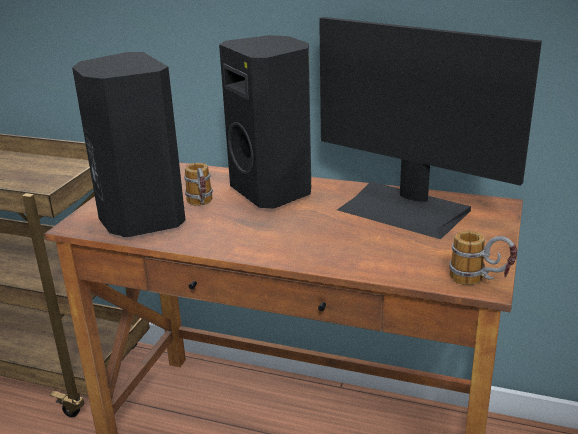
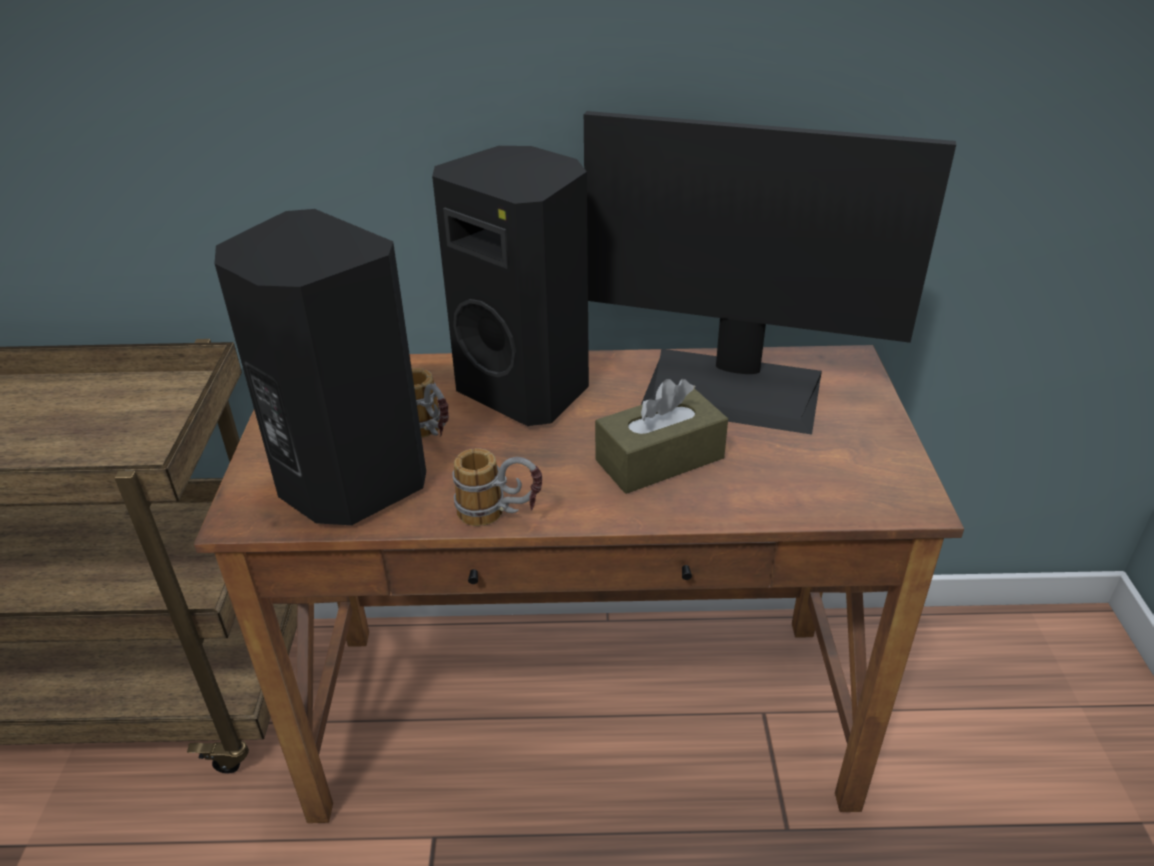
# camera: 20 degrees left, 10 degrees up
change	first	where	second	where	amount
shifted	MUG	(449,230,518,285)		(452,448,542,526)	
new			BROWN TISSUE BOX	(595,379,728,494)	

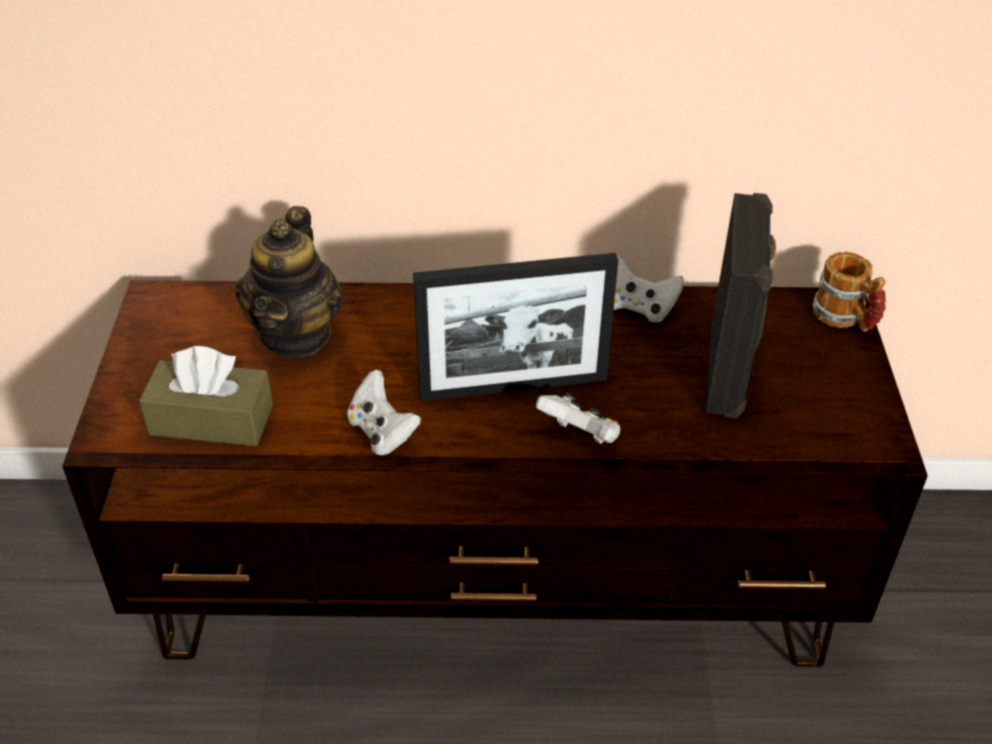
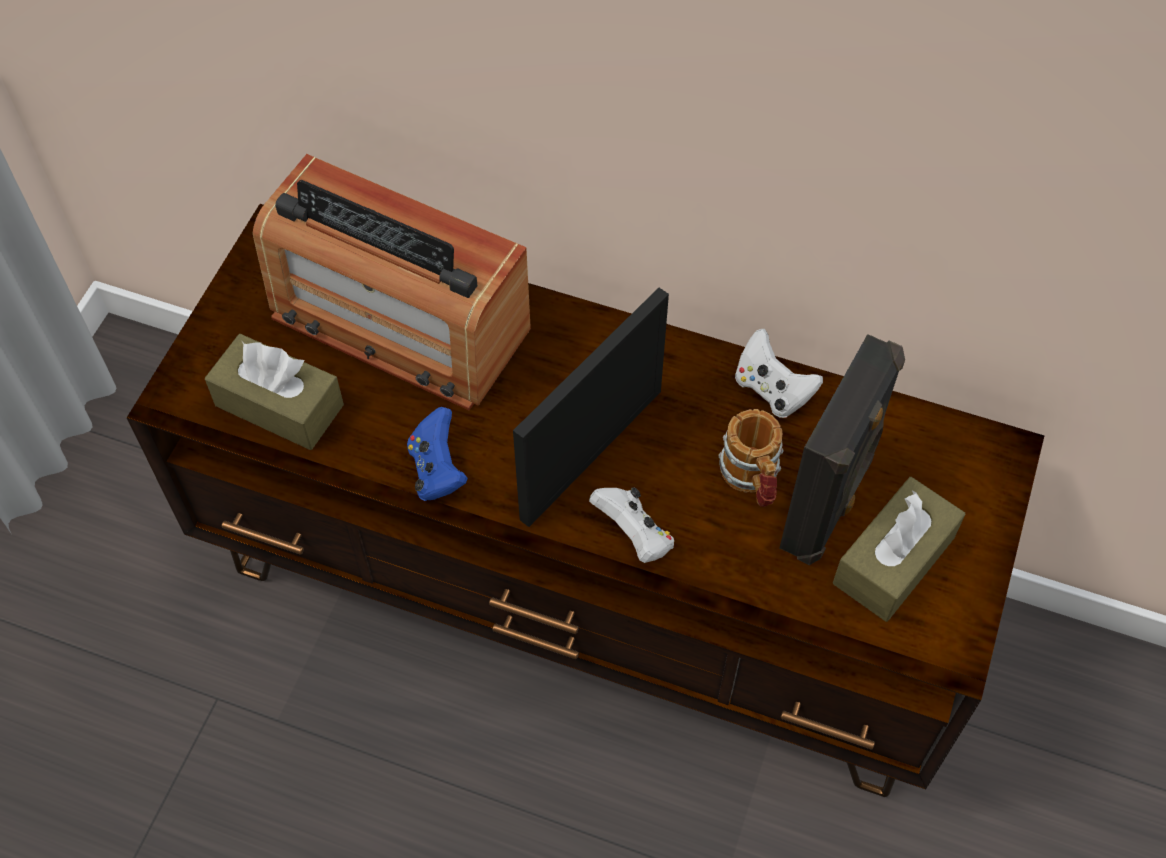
# camera: 20 degrees right, 15 degrees up
change	first	where	second	where	amount
swapped	TEAPOT	(236,206,343,357)	RADIO	(253,154,531,410)	
shifted	MUG	(813,252,886,332)		(719,409,783,507)	
rotated	PICTURE FRAME	(413,253,618,401)		(513,288,669,527)	120 degrees clockwise
repainted	WHITE GAME CONTROLLER	(347,370,421,455)	BLUE GAME CONTROLLER	(407,407,468,501)	
new			BROWN TISSUE BOX	(833,477,965,622)	

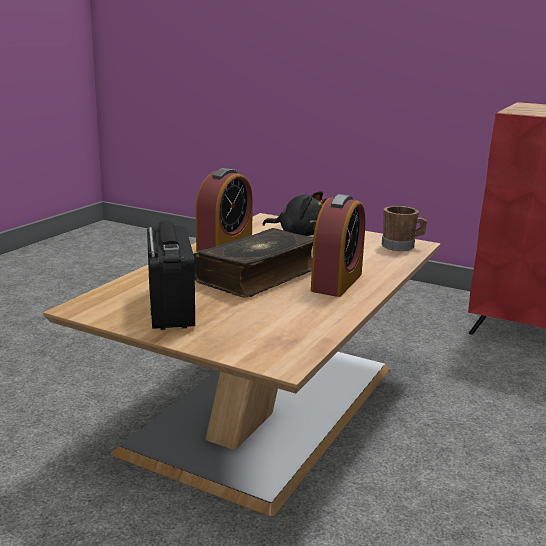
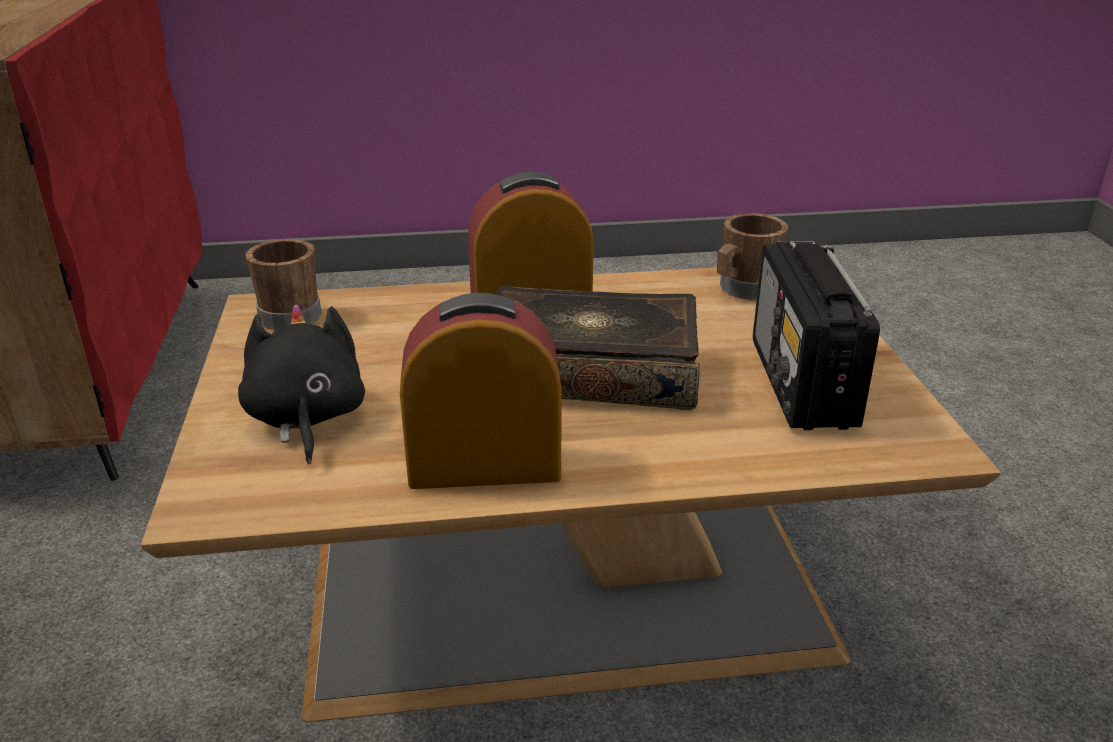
# camera: 125 degrees left, 10 degrees up
change	first	where	second	where	amount
rotated	RADIO	(147,220,195,330)		(753,241,880,430)	45 degrees counterclockwise
new			BROWN MUG	(717,213,788,300)	

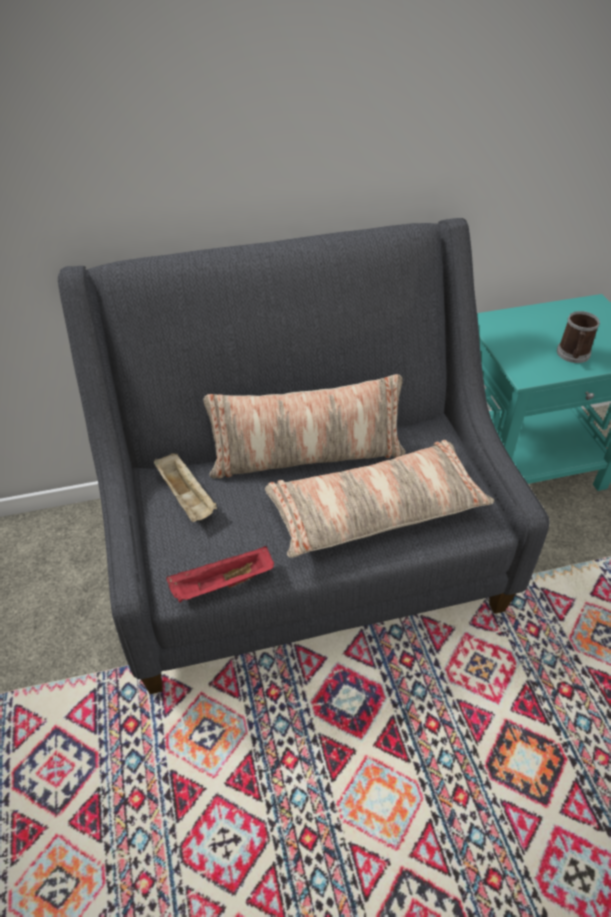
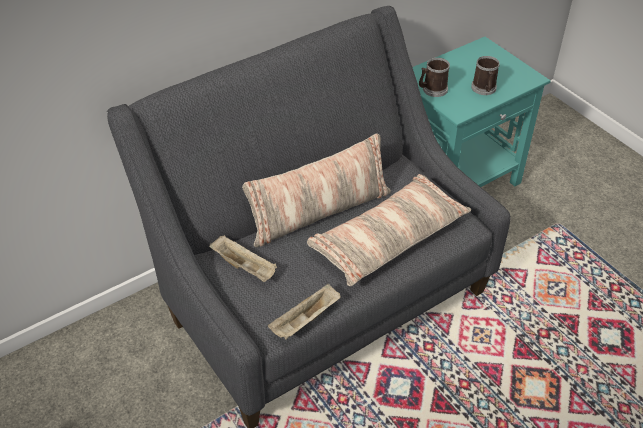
# camera: 20 degrees left, 0 degrees up
change	first	where	second	where	amount
repainted	RED TRAY	(166,546,274,603)	BEIGE TRAY	(268,284,341,340)	
new			MUG	(419,58,450,97)	

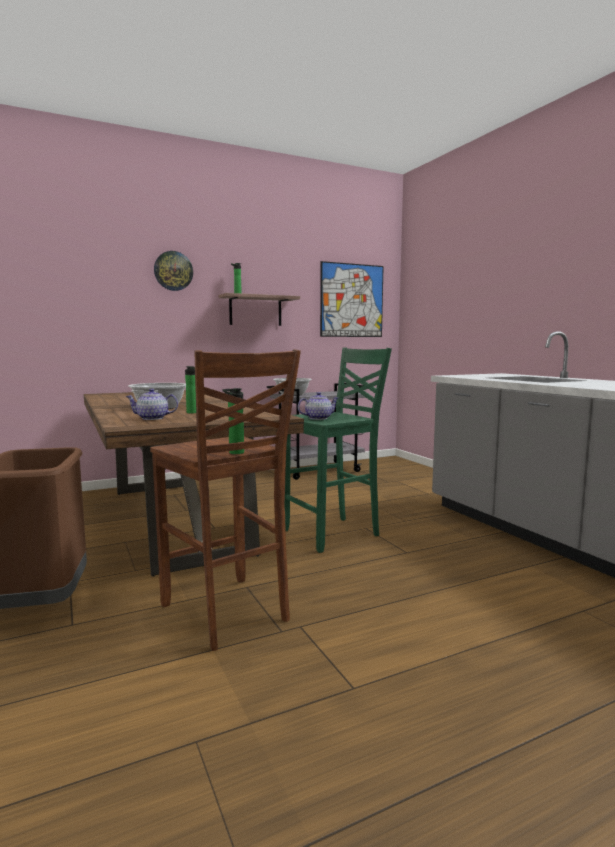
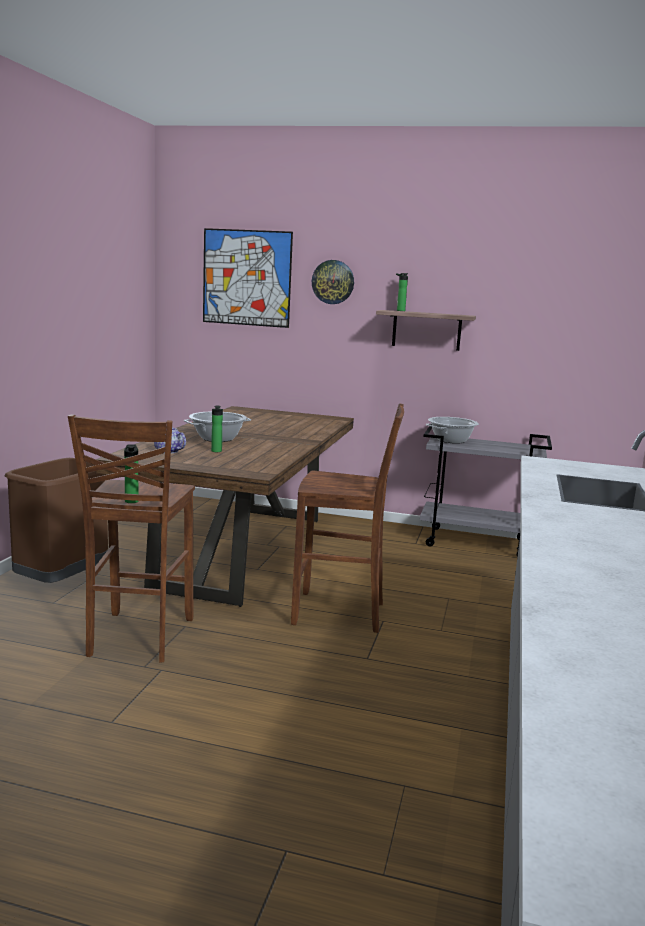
# camera: 40 degrees right, 5 degrees up
change	first	where	second	where	amount
shifted	PICTURE	(320,261,384,337)		(203,228,293,328)	
repainted	GREEN STOOL	(284,347,392,553)	BROWN STOOL	(291,403,404,633)	
gone	TEAPOT	(298,392,338,420)			

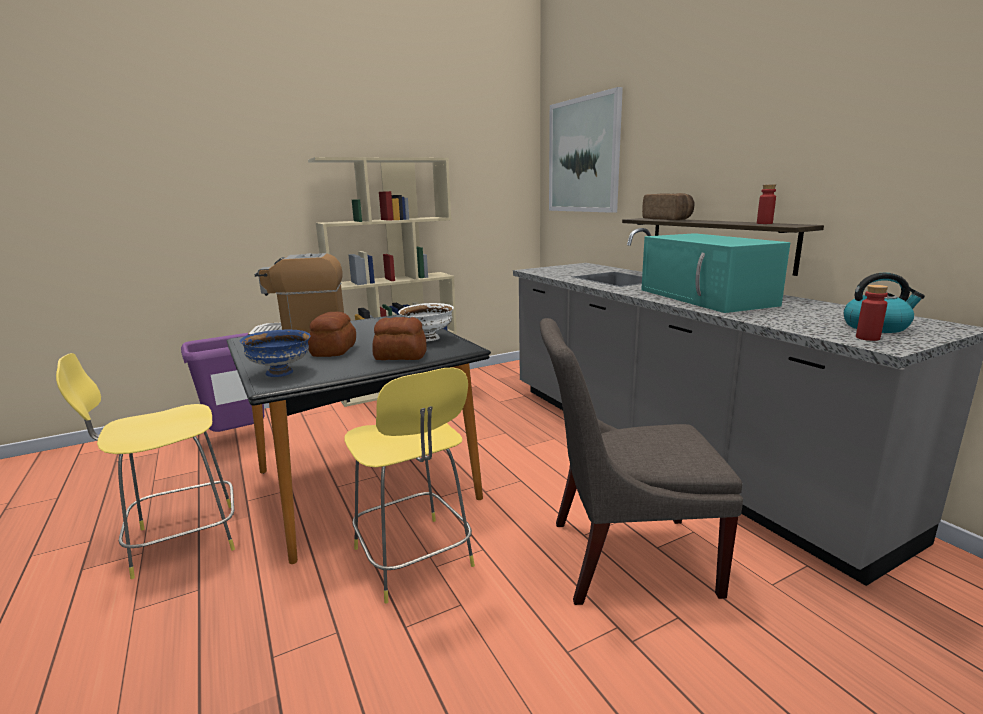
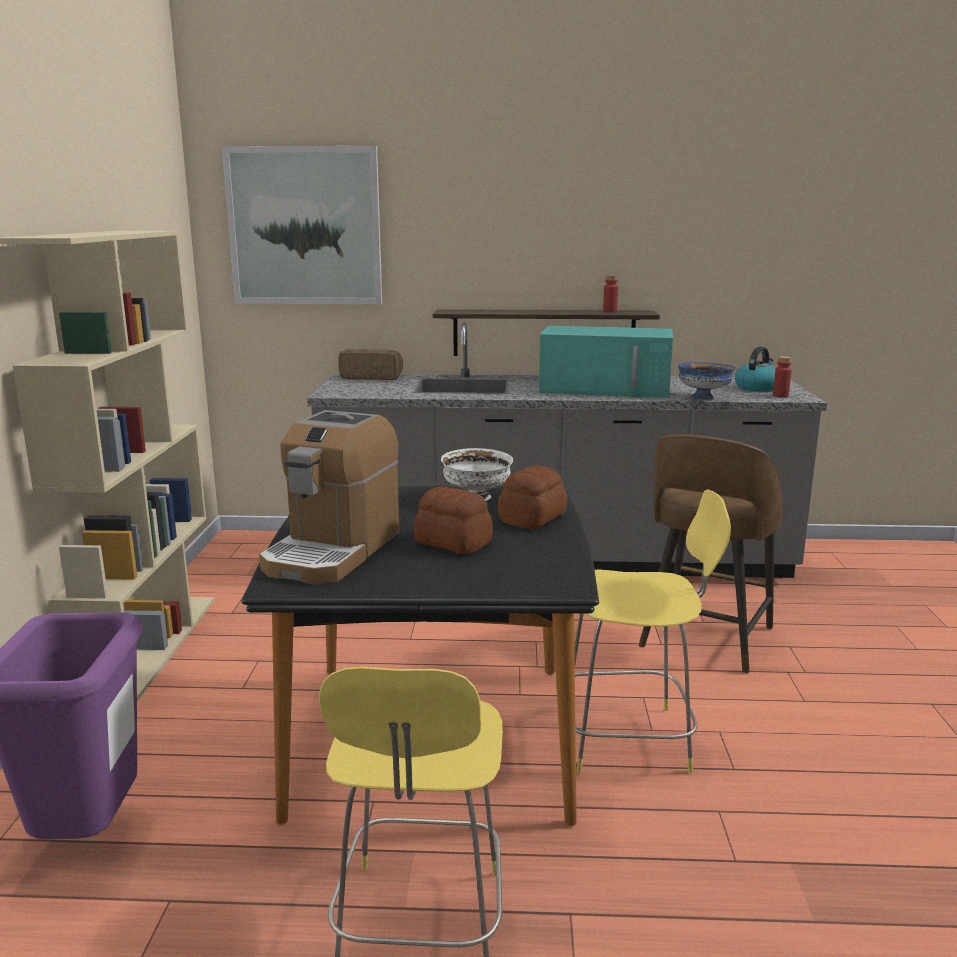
# camera: 60 degrees left, 0 degrees up
change	first	where	second	where	amount
shifted	BREAD	(642,193,695,220)		(338,349,403,380)	
swapped	GREY CHAIR	(540,318,743,605)	BROWN STOOL	(639,434,782,673)	
shifted	BLUE BOWL	(240,330,311,377)		(677,362,735,400)	

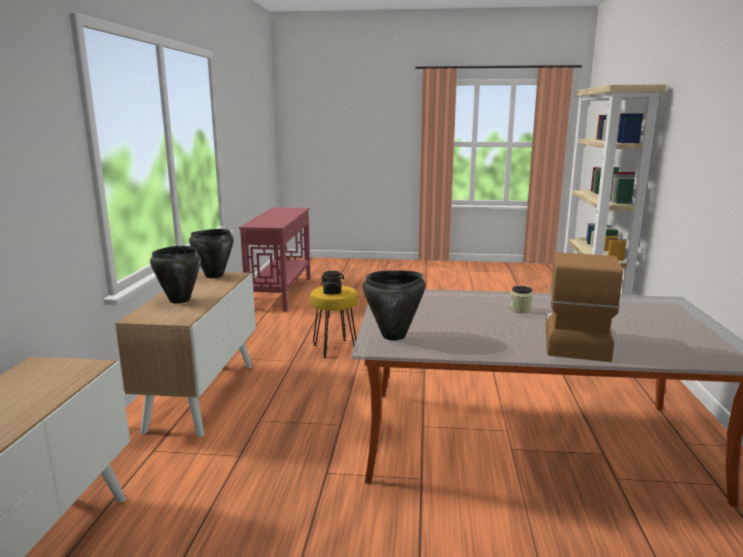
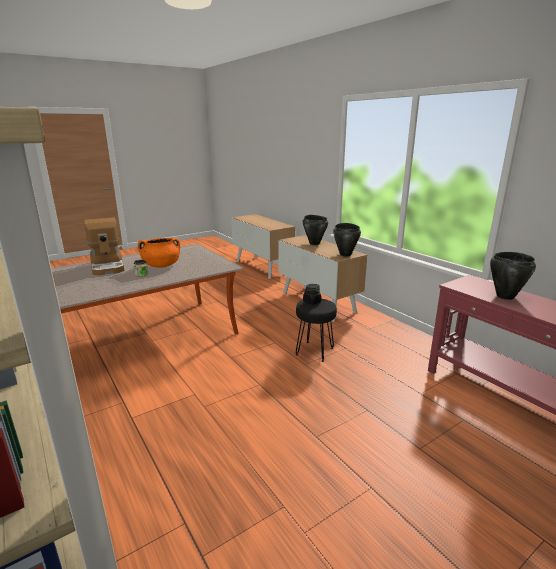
# camera: 140 degrees right, 5 degrees up
change	first	where	second	where	amount
shifted	BLACK COOKING POT	(363,270,425,341)		(490,252,536,300)	
repainted	YELLOW STOOL	(310,285,358,358)	BLACK STOOL	(296,299,337,362)	
new			ORANGE COOKING POT	(138,238,180,268)	

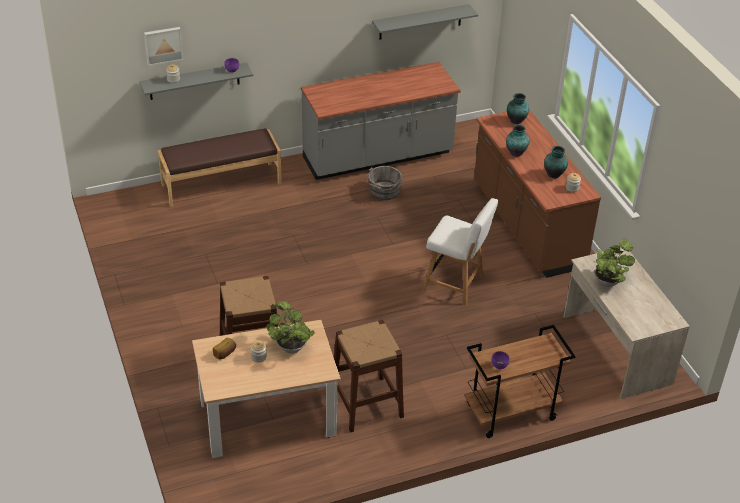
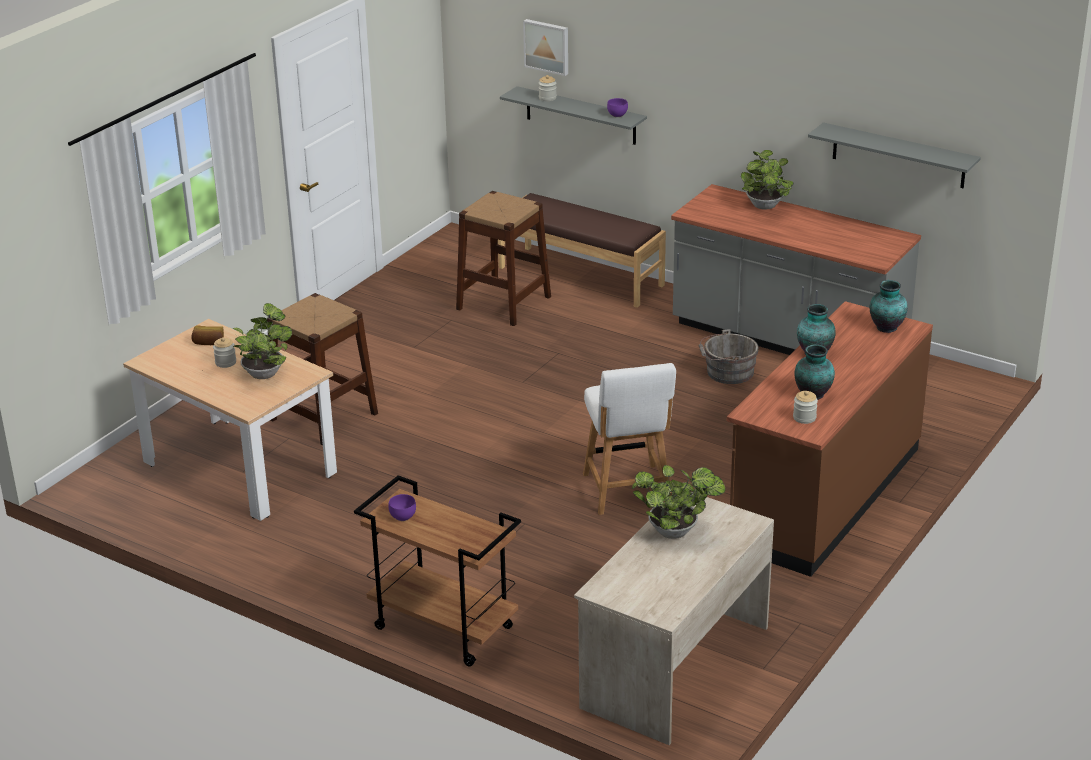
# camera: 55 degrees right, 10 degrees down
change	first	where	second	where	amount
shifted	BROWN STOOL	(334,320,404,433)		(456,191,551,326)	
new			POTTED PLANT	(741,150,794,210)	

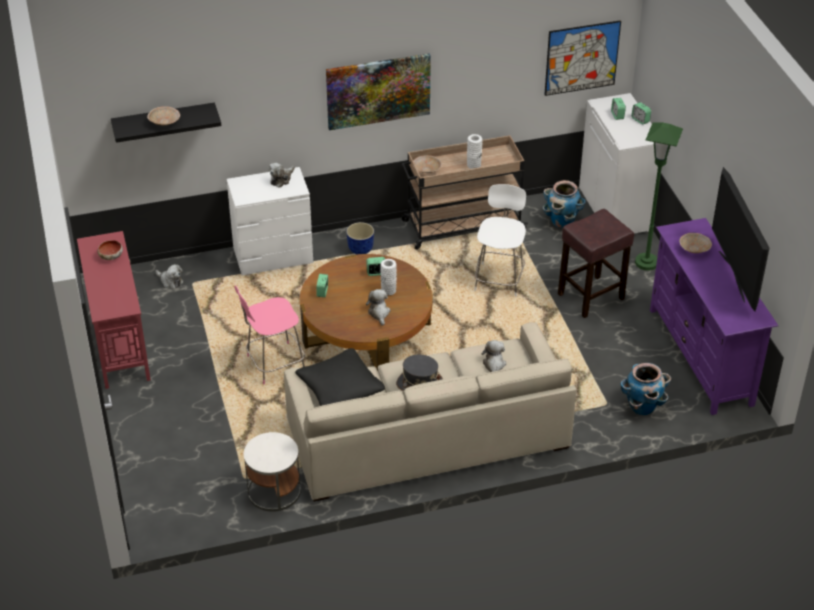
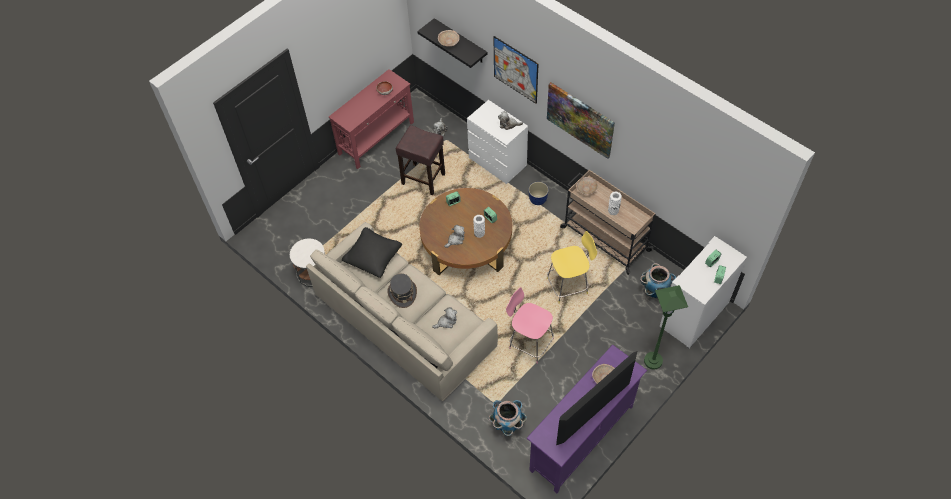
# camera: 60 degrees right, 15 degrees up
change	first	where	second	where	amount
shifted	PICTURE	(544,20,621,96)		(493,36,538,104)	
repainted	WHITE STOOL	(474,184,526,297)	YELLOW STOOL	(547,231,597,303)	
shifted	BROWN STOOL	(558,209,634,318)		(396,125,445,195)	
shifted	PINK STOOL	(234,285,305,384)		(506,287,554,364)	

